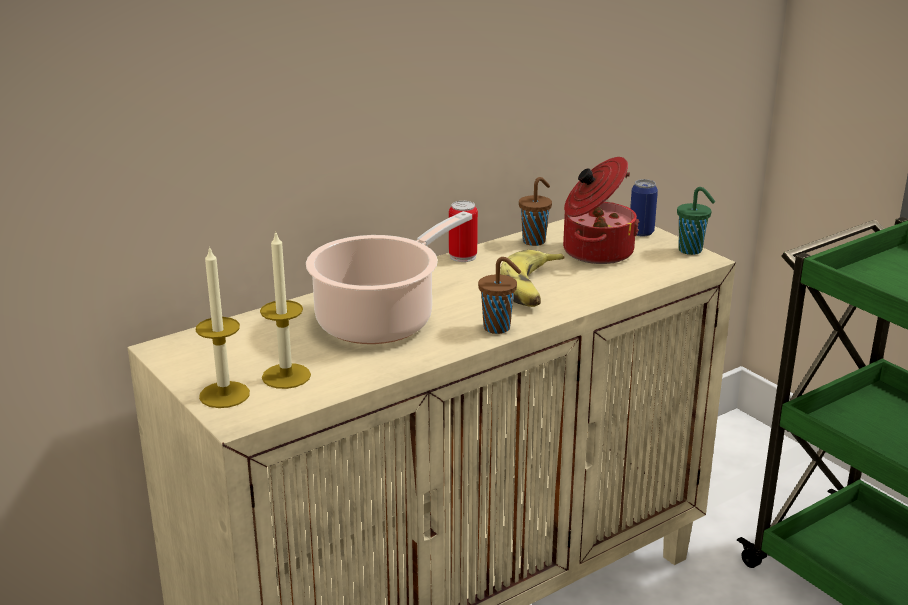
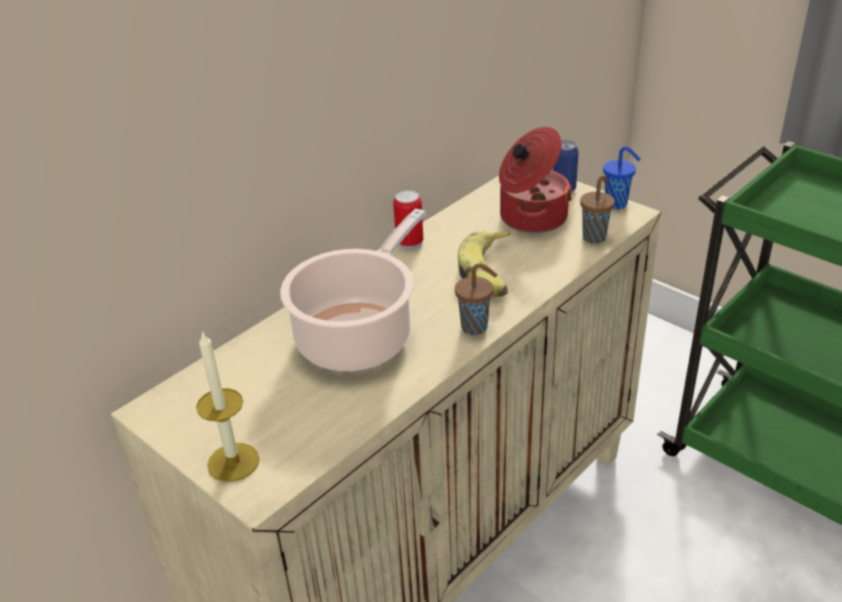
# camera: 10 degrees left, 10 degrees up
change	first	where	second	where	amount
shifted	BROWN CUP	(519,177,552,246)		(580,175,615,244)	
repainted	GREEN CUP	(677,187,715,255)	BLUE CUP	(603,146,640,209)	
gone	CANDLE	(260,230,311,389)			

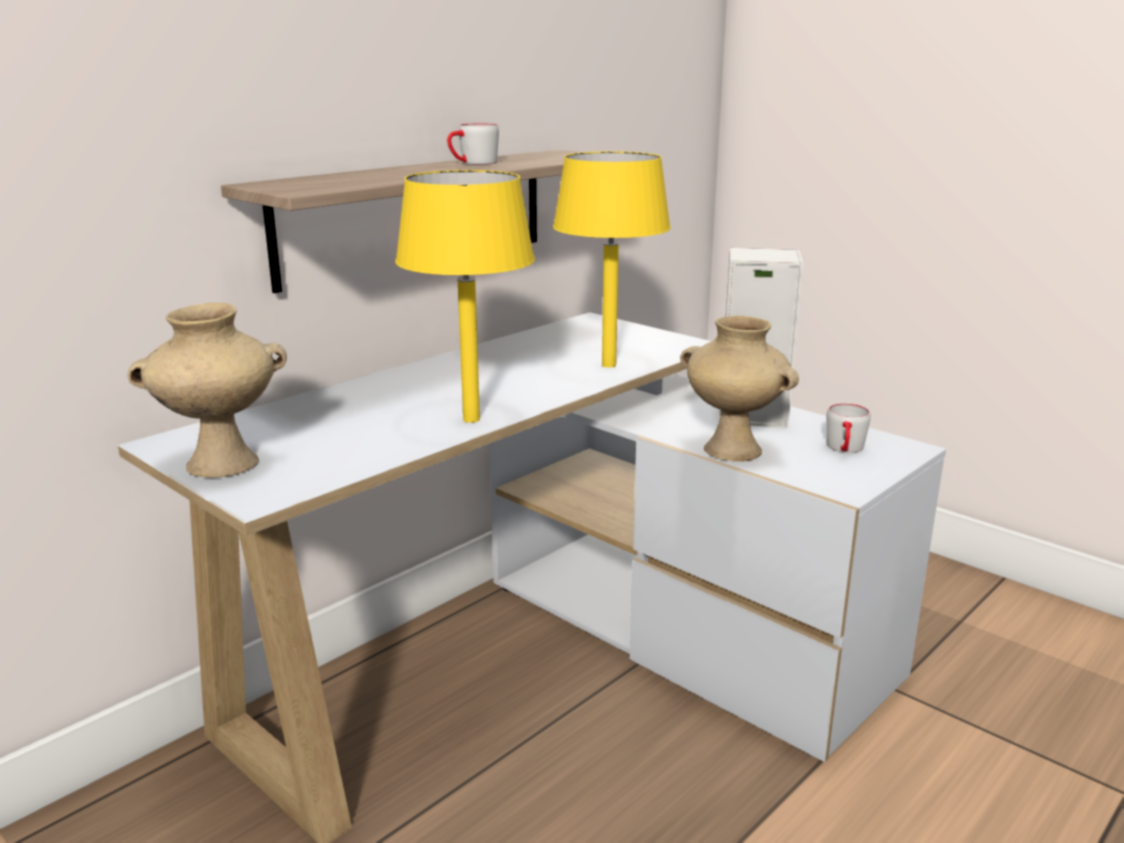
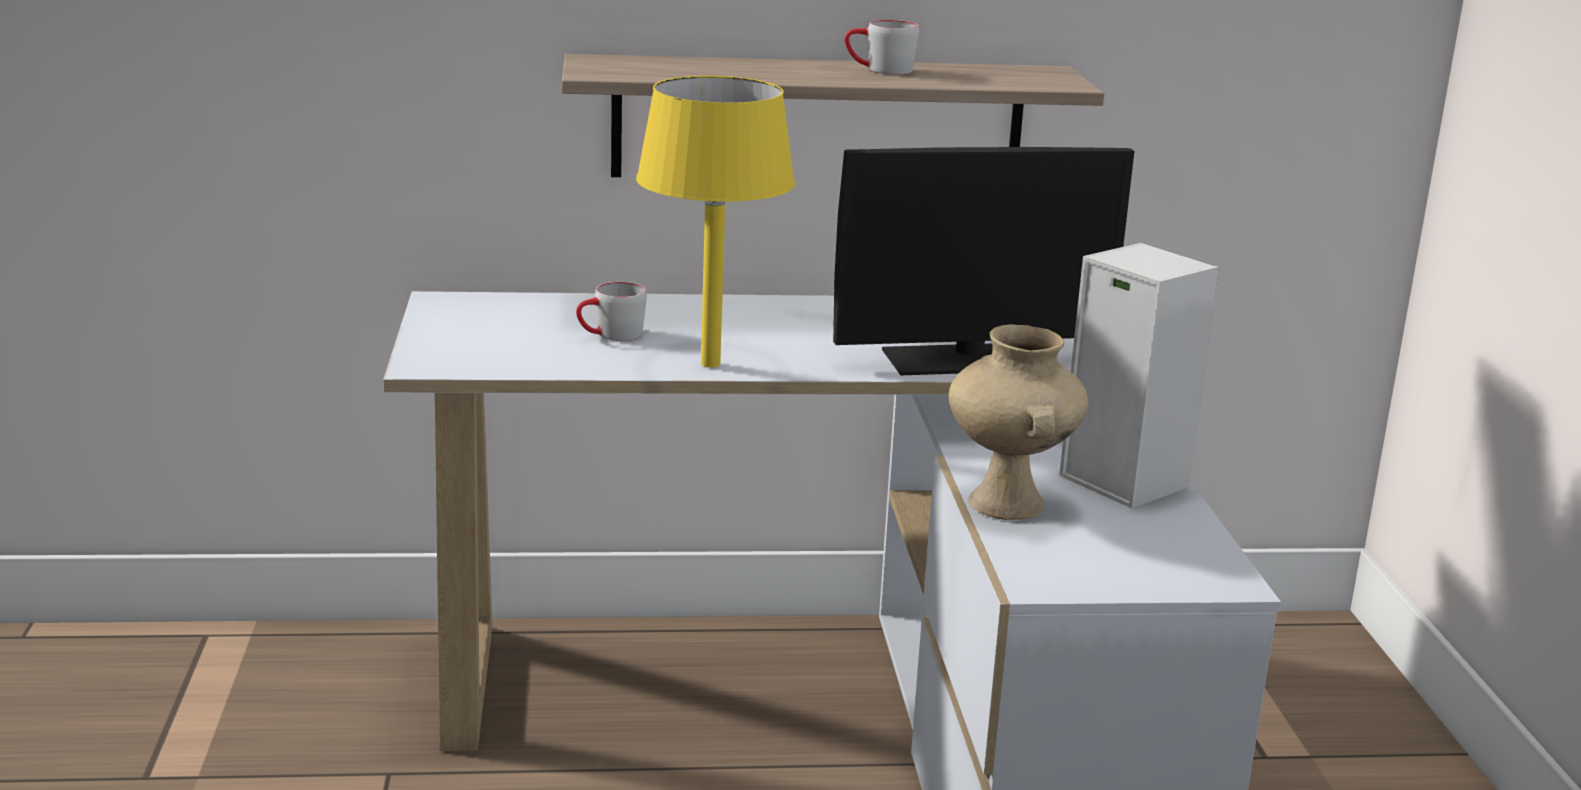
# camera: 40 degrees right, 0 degrees up
change	first	where	second	where	amount
swapped	YELLOW TABLE LAMP	(553,151,671,368)	MONITOR	(833,147,1134,375)	
gone	BEIGE VASE	(128,303,287,478)			
shifted	GREY MUG	(826,403,871,453)		(576,282,647,341)	

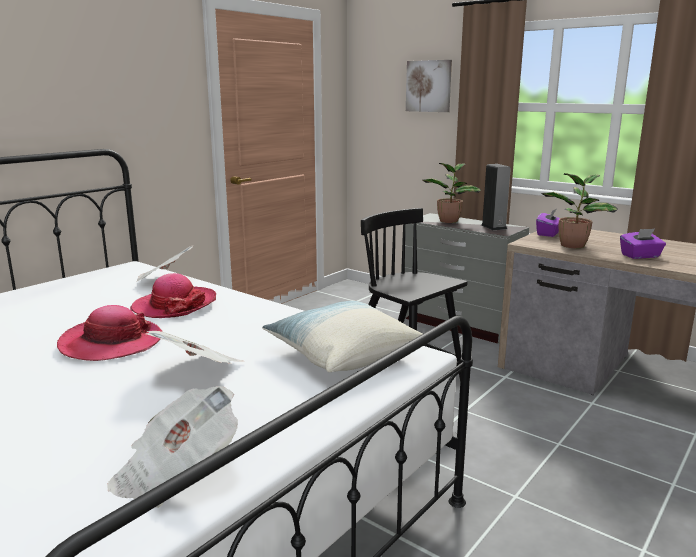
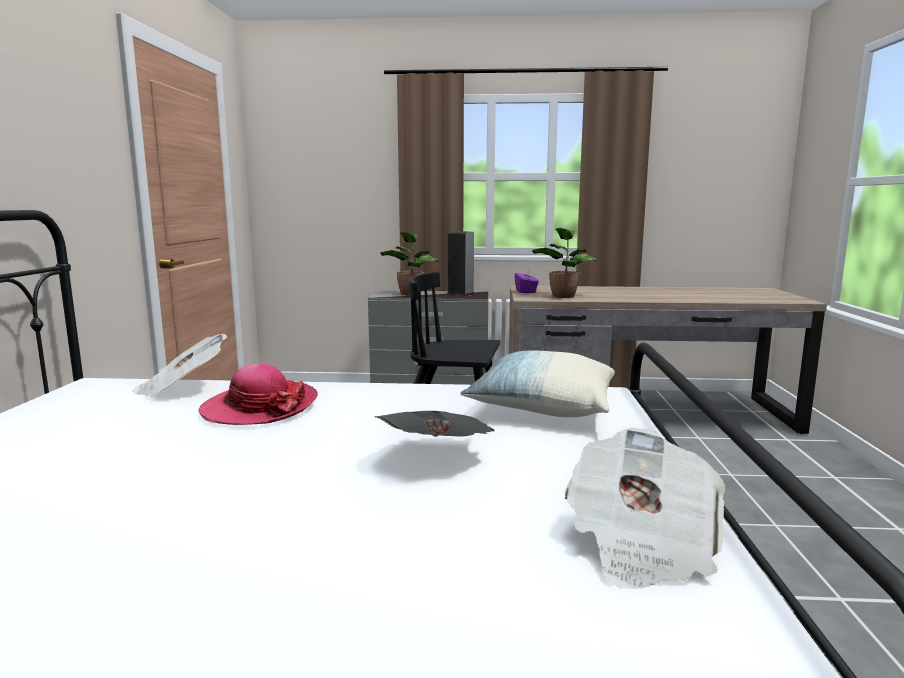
# camera: 35 degrees left, 5 degrees down
change	first	where	second	where	amount
gone	PICTURE	(406,60,452,112)			
gone	PURPLE TISSUE BOX	(620,229,666,259)			
gone	HAT	(57,305,162,361)			

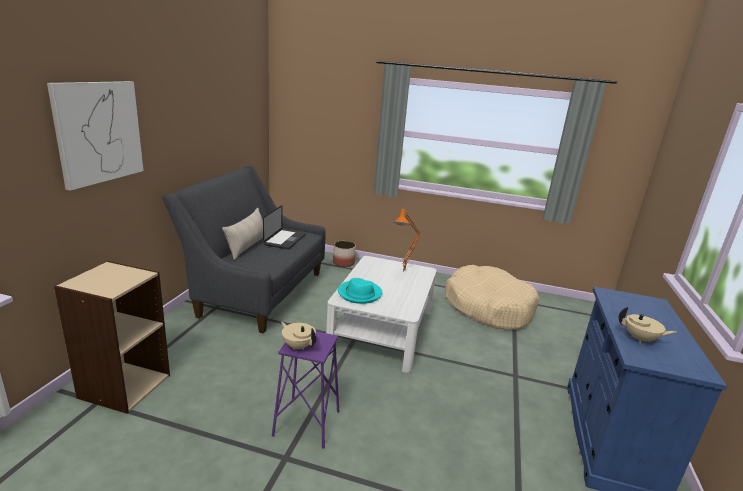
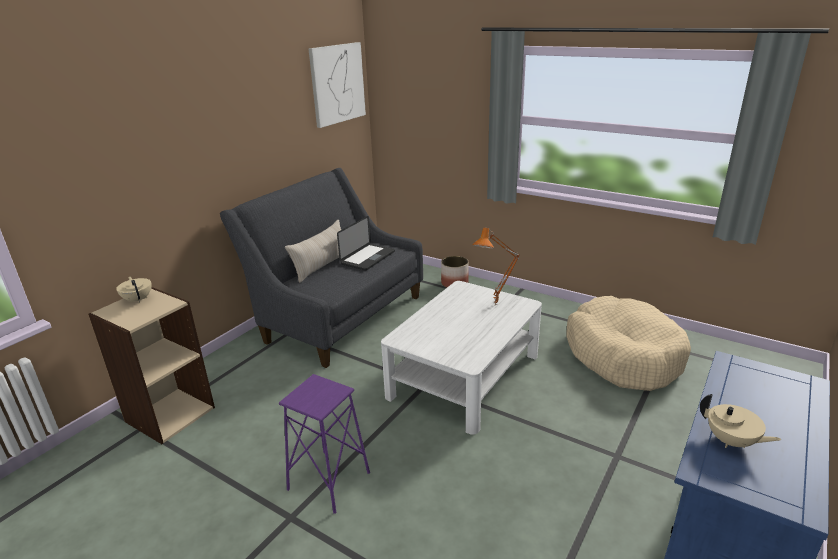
# camera: 20 degrees right, 5 degrees up
change	first	where	second	where	amount
shifted	PICTURE	(47,81,144,191)		(309,42,366,128)	
gone	TURQUOISE HAT	(338,278,382,304)			
shifted	BEIGE TEAPOT	(281,322,316,350)		(116,277,152,303)	

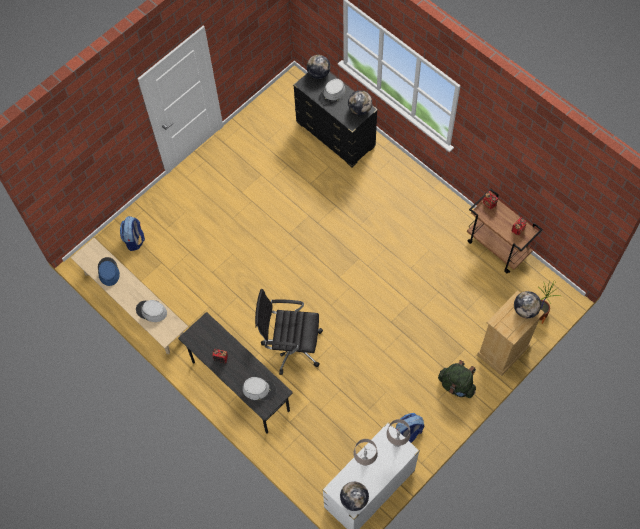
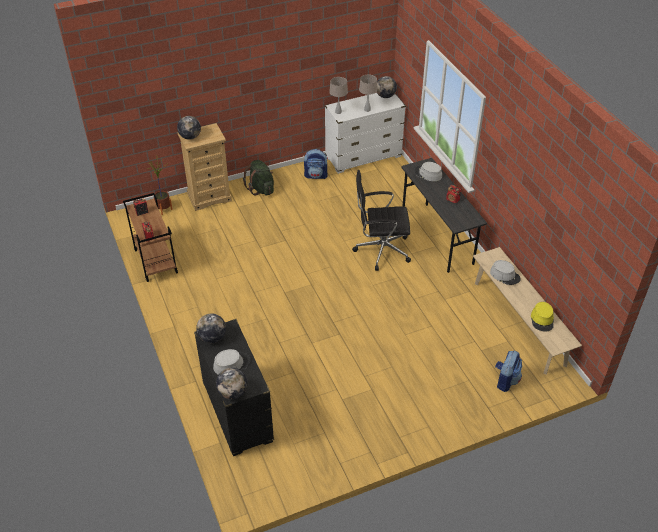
# camera: 160 degrees left, 20 degrees down
change	first	where	second	where	amount
repainted	BLUE HAT	(98,257,120,286)	YELLOW HAT	(531,302,554,332)	
rotated	BLACK OFFICE CHAIR	(255,289,323,375)		(352,170,411,271)	150 degrees clockwise

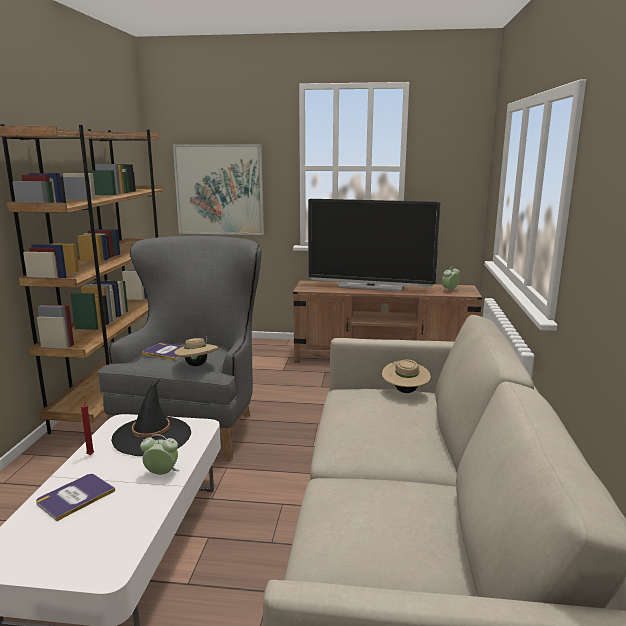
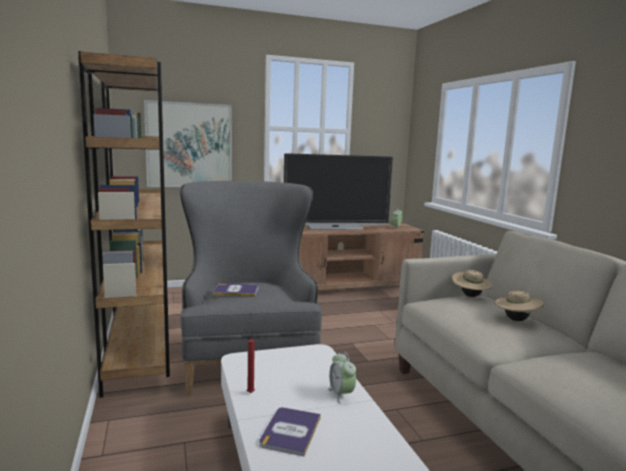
# camera: 25 degrees left, 5 degrees down
change	first	where	second	where	amount
shifted	BEIGE HAT	(174,336,218,366)		(495,288,544,321)	
gone	BLACK HAT	(111,379,191,456)			
rotated	ALARM CLOCK	(140,434,180,475)		(328,352,356,404)	90 degrees counterclockwise

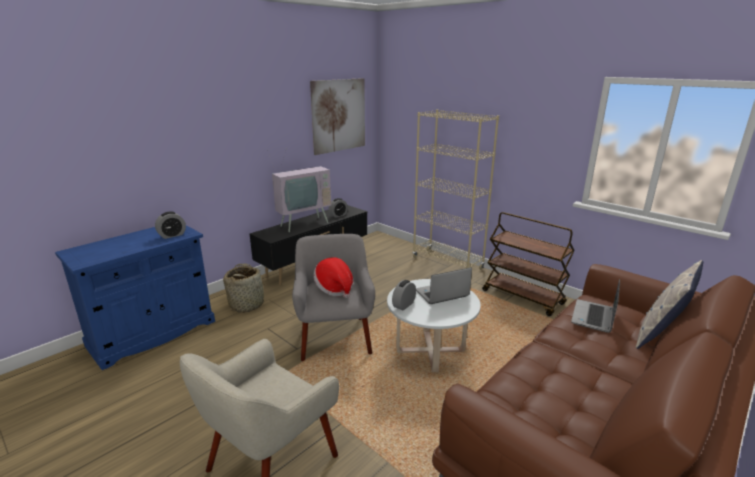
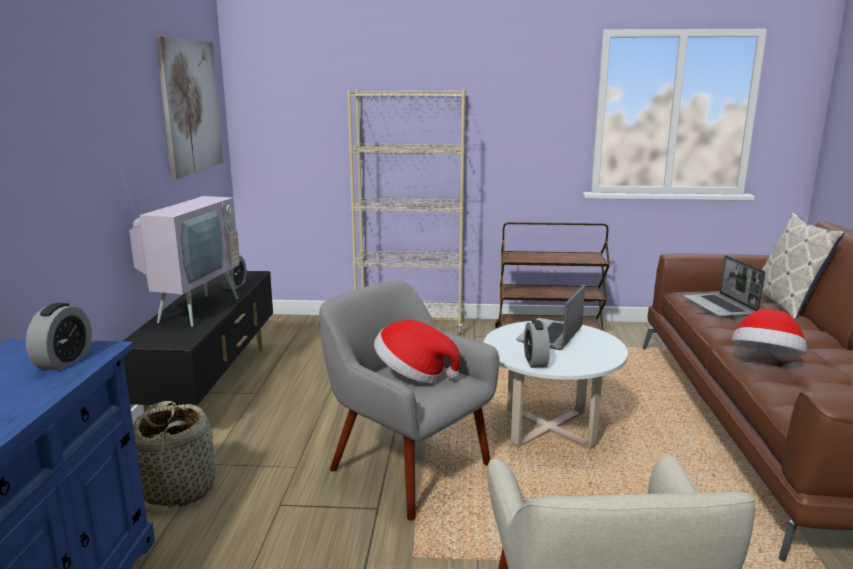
# camera: 40 degrees left, 5 degrees down
change	first	where	second	where	amount
new			HAT	(731,309,807,355)	

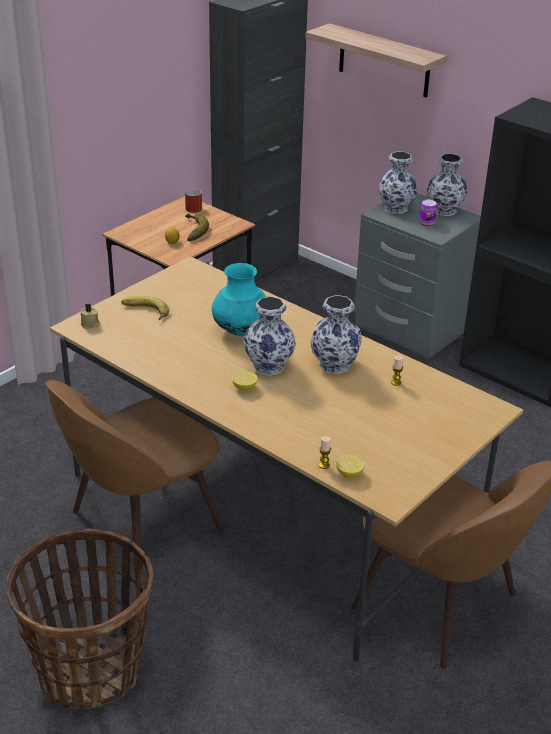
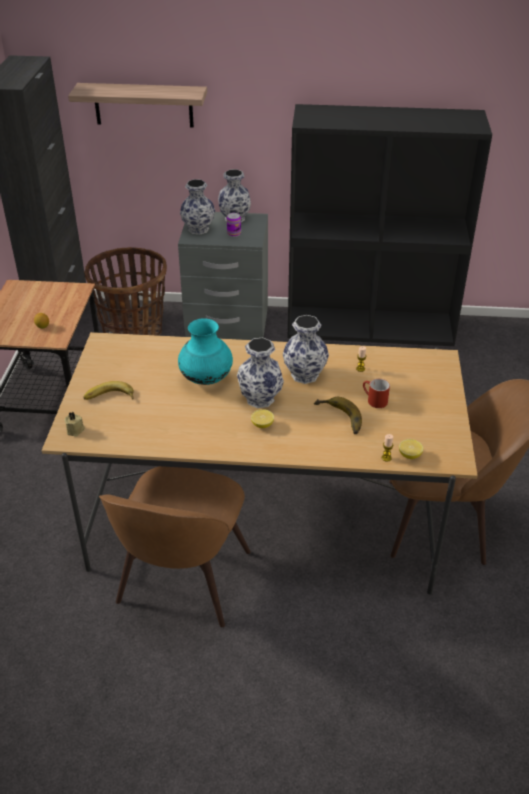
# camera: 35 degrees left, 5 degrees up
change	first	where	second	where	amount
shifted	RED MUG	(185,189,202,213)		(363,379,390,408)	
shifted	BANANA	(185,213,209,241)		(314,397,362,434)	
shifted	BASKET	(7,529,153,709)		(84,247,167,336)	

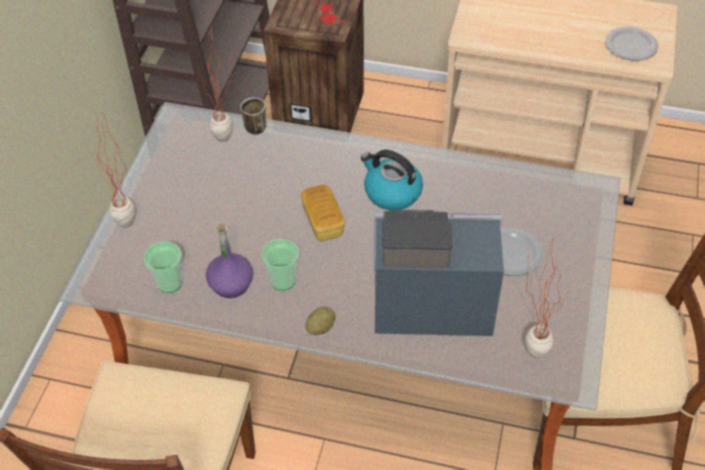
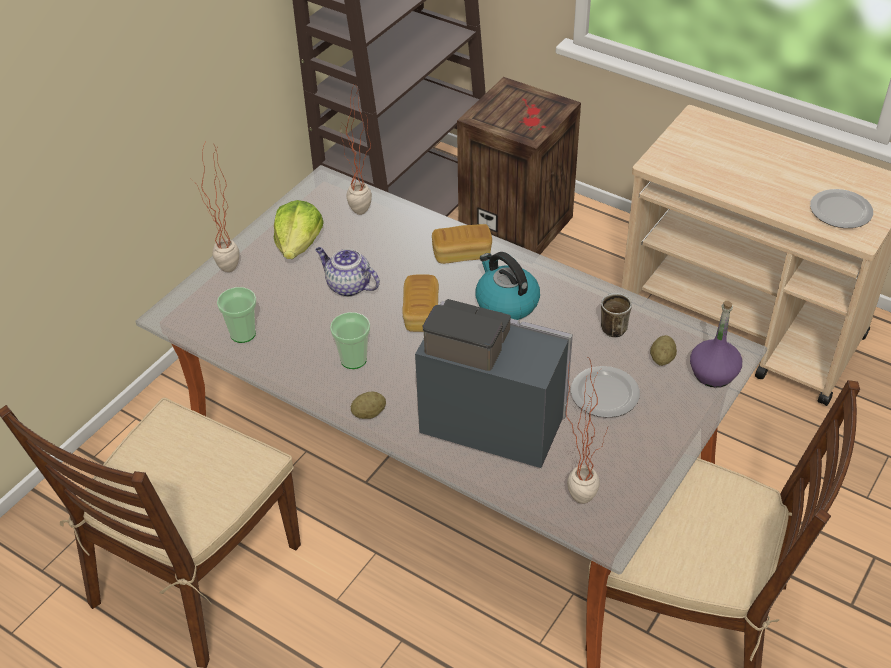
# camera: 20 degrees right, 5 degrees down
change	first	where	second	where	amount
shifted	MUG	(240,97,267,135)		(601,293,632,337)	
shifted	PURPLE BOTTLE	(206,224,253,298)		(690,301,742,387)	
new			LETTUCE	(274,200,324,259)	
new			BREAD	(432,224,492,264)	
new			TEAPOT	(315,247,380,297)	
new			POTATO	(650,335,677,366)	

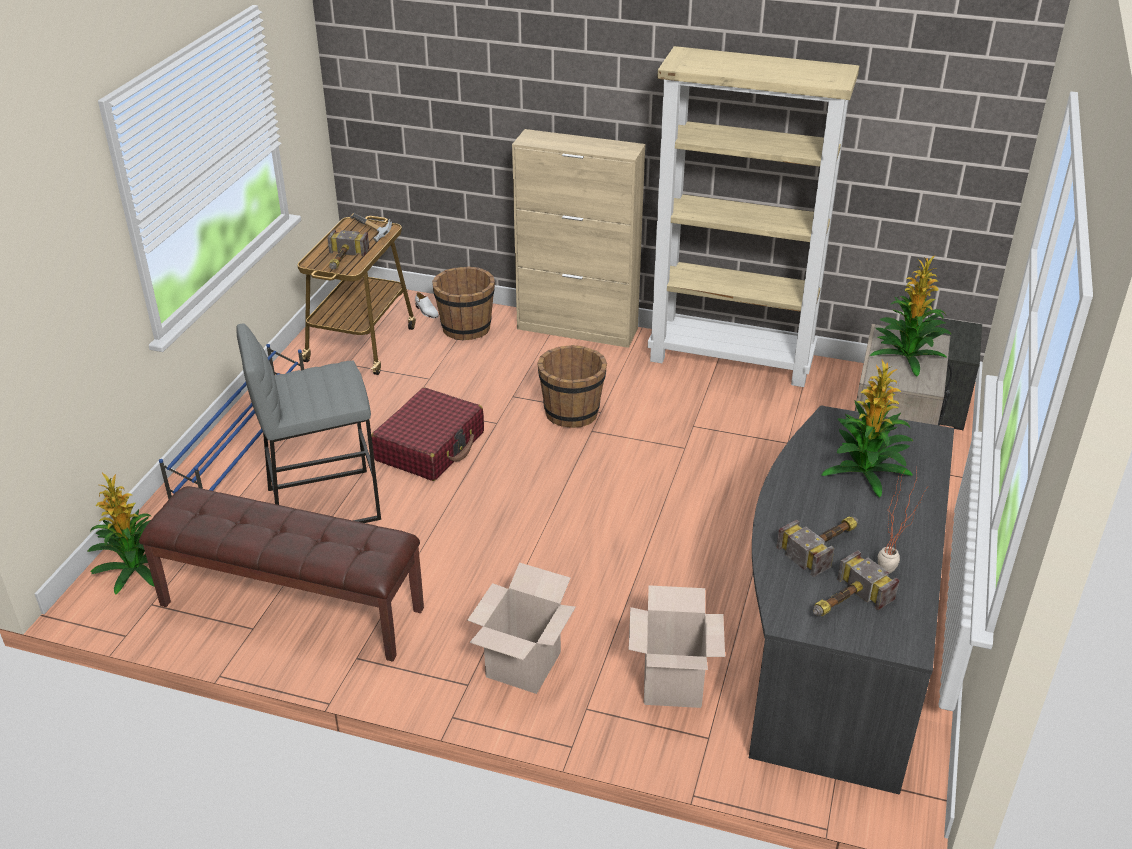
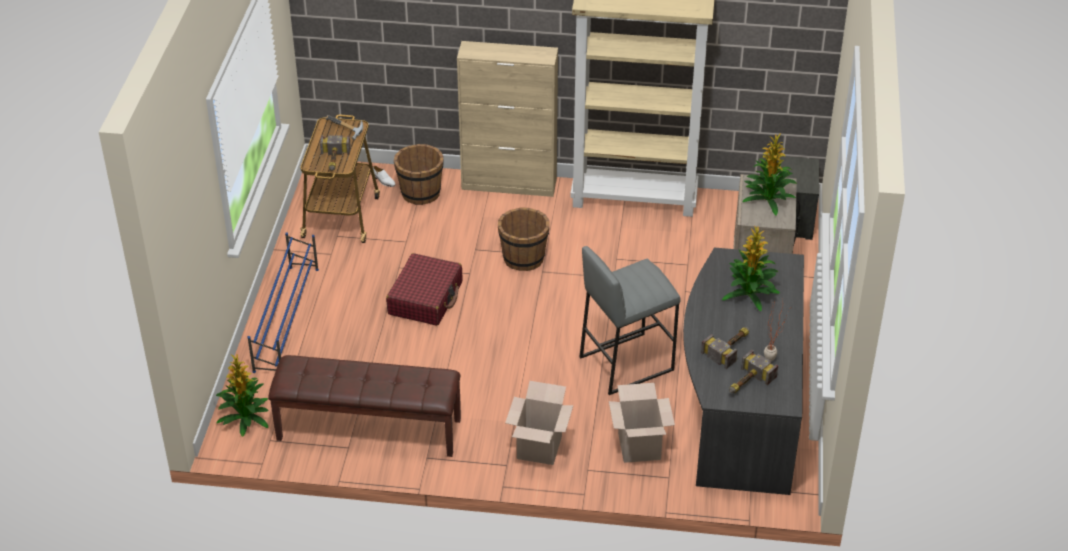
# camera: 10 degrees left, 5 degrees up
change	first	where	second	where	amount
shifted	GREY STOOL	(237,324,381,523)		(579,246,681,395)	

